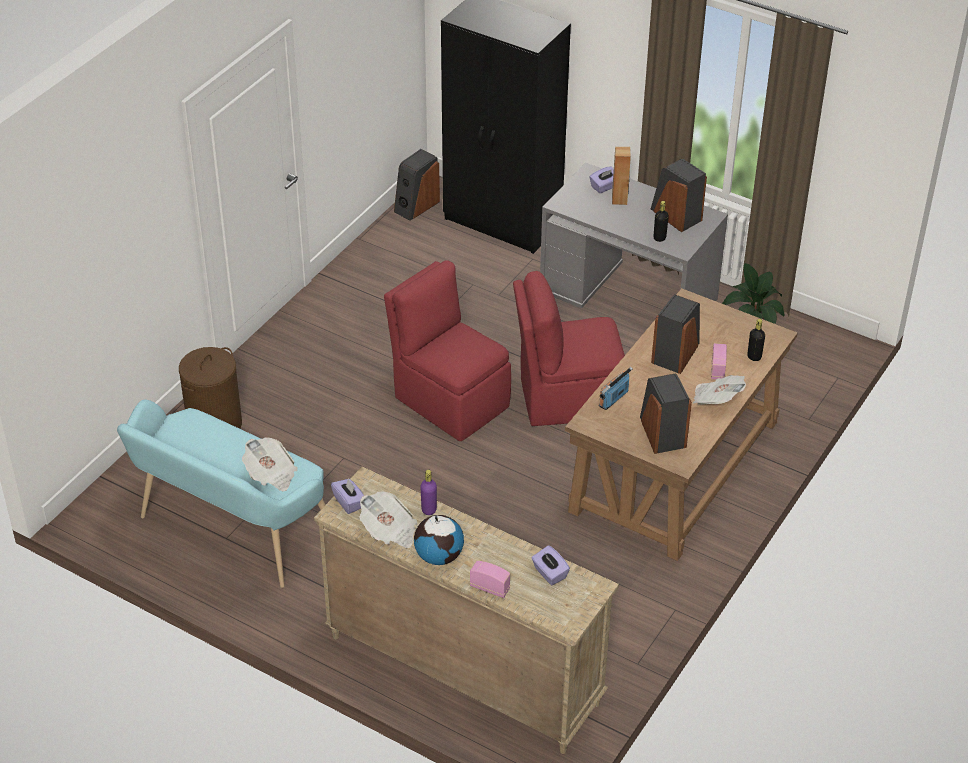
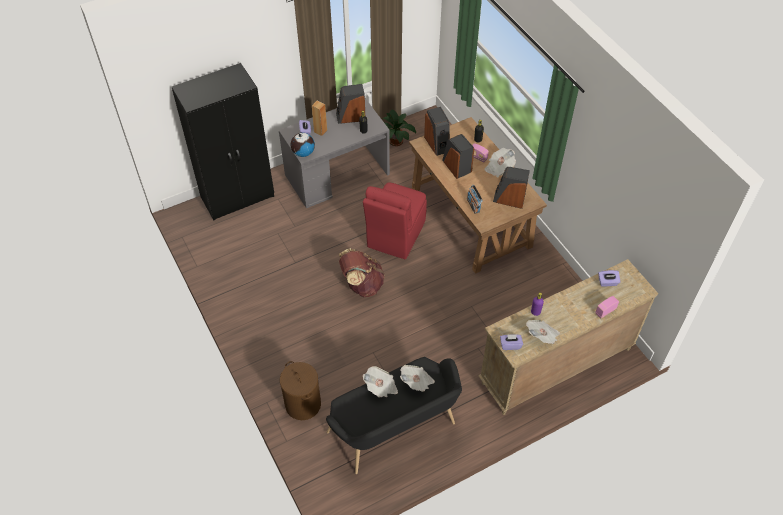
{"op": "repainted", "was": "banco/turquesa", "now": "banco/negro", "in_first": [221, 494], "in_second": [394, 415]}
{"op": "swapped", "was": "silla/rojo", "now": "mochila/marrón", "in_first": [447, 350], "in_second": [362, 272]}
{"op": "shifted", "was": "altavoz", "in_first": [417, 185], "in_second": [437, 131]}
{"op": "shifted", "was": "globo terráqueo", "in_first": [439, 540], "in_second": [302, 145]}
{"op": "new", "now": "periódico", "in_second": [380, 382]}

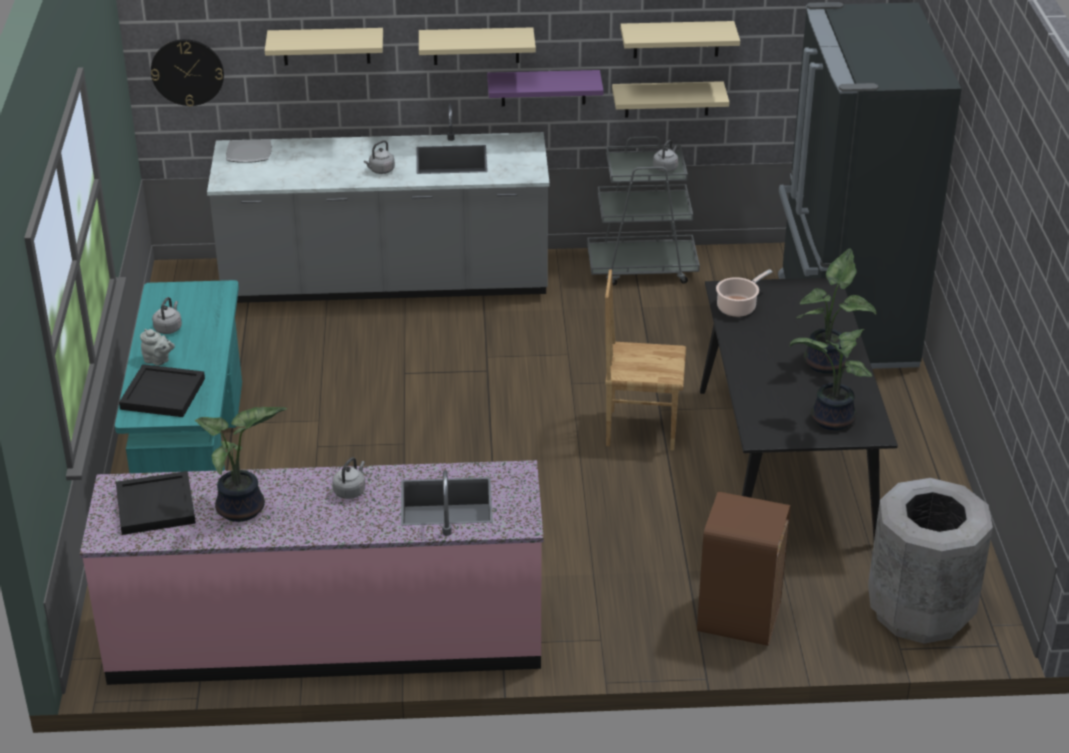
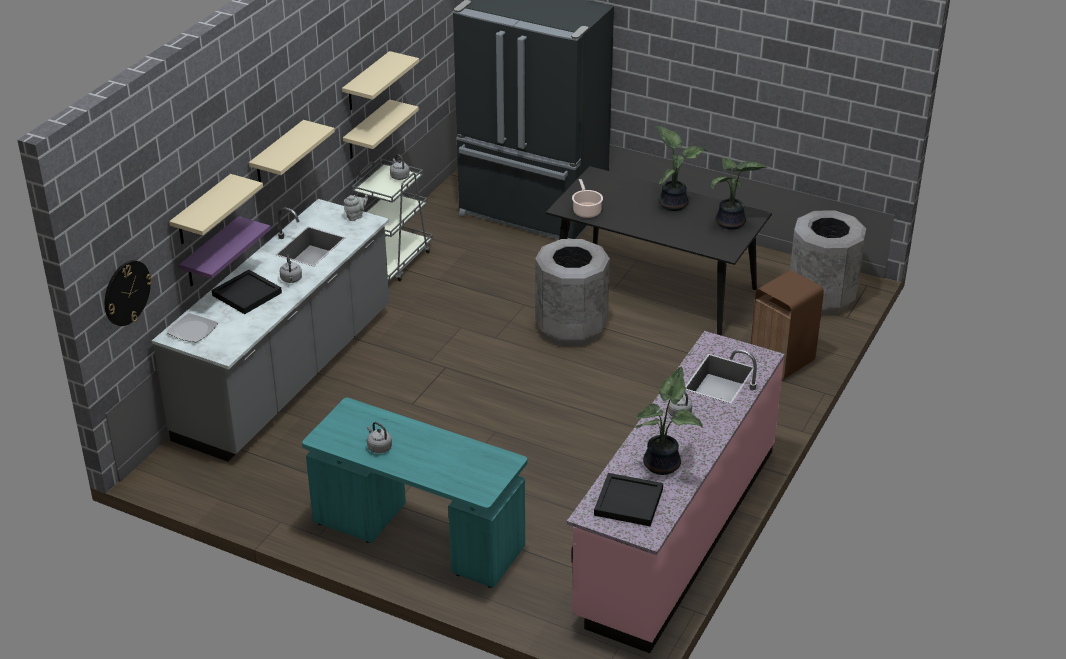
{"op": "shifted", "was": "bandeja/negro", "in_first": [162, 390], "in_second": [247, 292]}
{"op": "shifted", "was": "tetera/gris", "in_first": [157, 347], "in_second": [356, 208]}
{"op": "shifted", "was": "estante/morado", "in_first": [545, 88], "in_second": [225, 251]}
{"op": "swapped", "was": "silla/marrón", "now": "papelera/gris", "in_first": [645, 360], "in_second": [572, 292]}

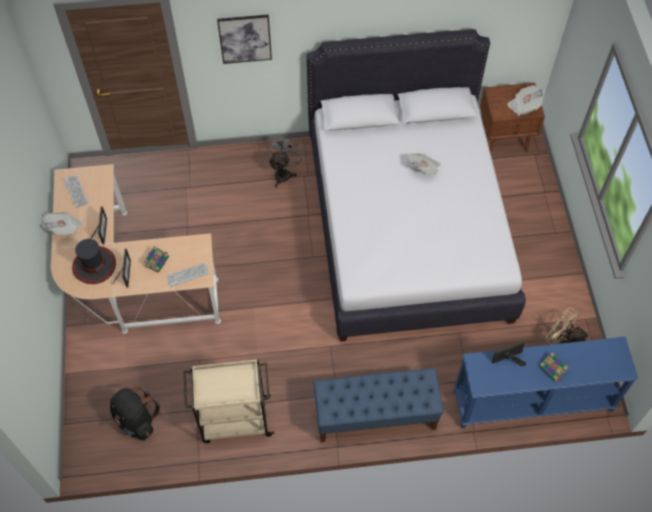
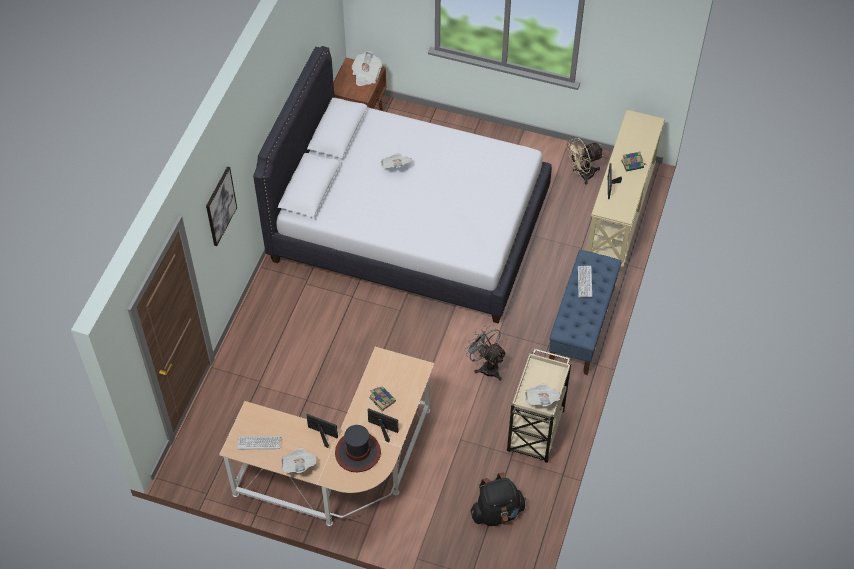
{"op": "shifted", "was": "teclado", "in_first": [188, 274], "in_second": [585, 281]}
{"op": "shifted", "was": "ventilador/gris", "in_first": [286, 161], "in_second": [485, 353]}
{"op": "repainted", "was": "mesa consola/azul", "now": "mesa consola/beis", "in_first": [546, 383], "in_second": [626, 191]}
{"op": "new", "now": "periódico", "in_second": [542, 394]}

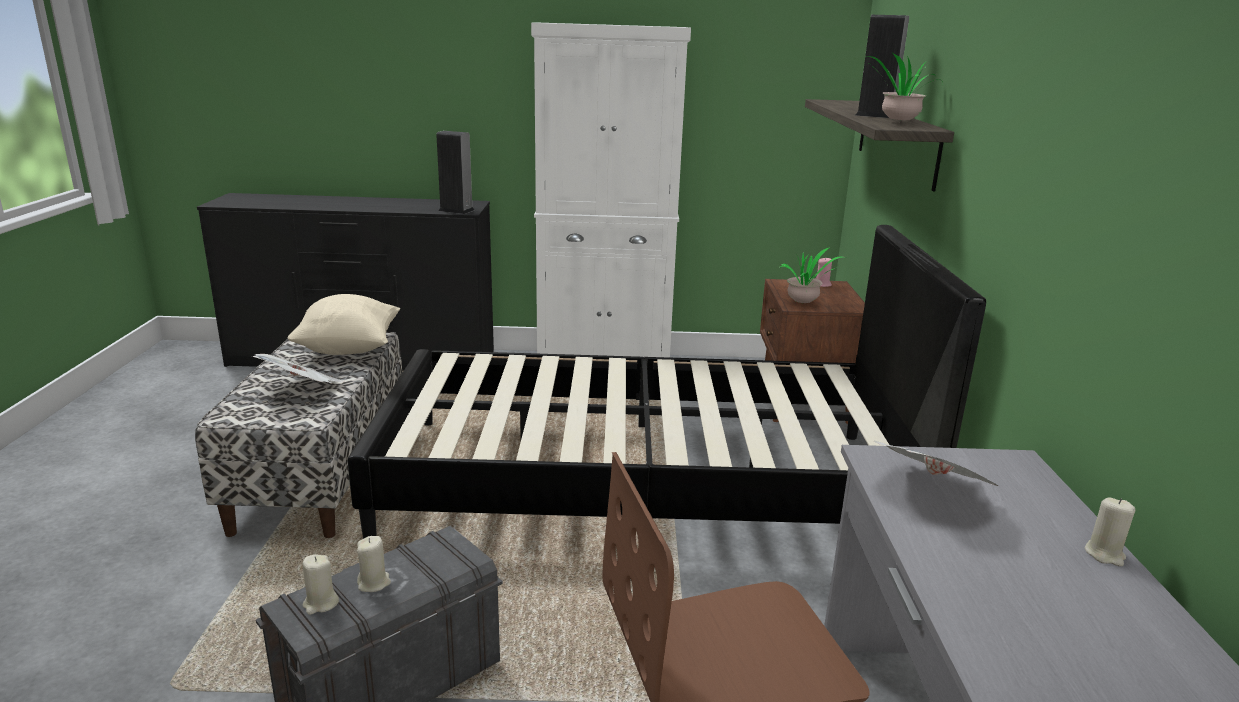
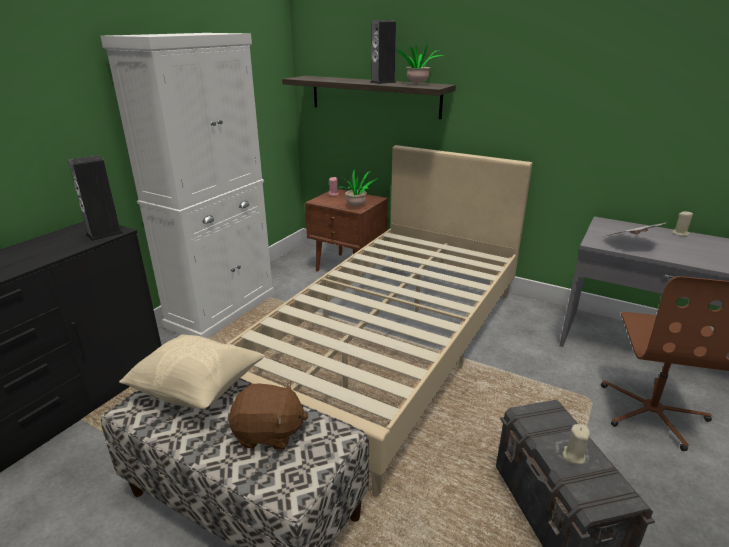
{"op": "swapped", "was": "periódico", "now": "peluche/marrón", "in_first": [299, 368], "in_second": [268, 415]}
{"op": "gone", "was": "vela/beis", "in_first": [321, 585]}
{"op": "repainted", "was": "cama/negro", "now": "cama/beis", "in_first": [666, 382], "in_second": [379, 321]}

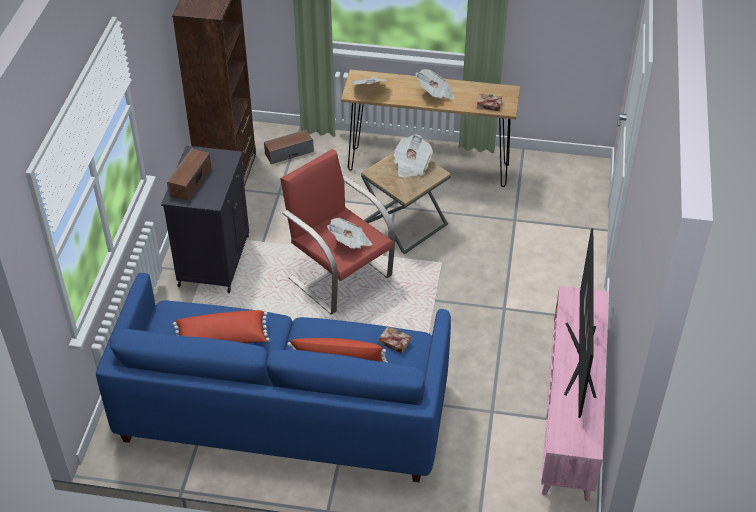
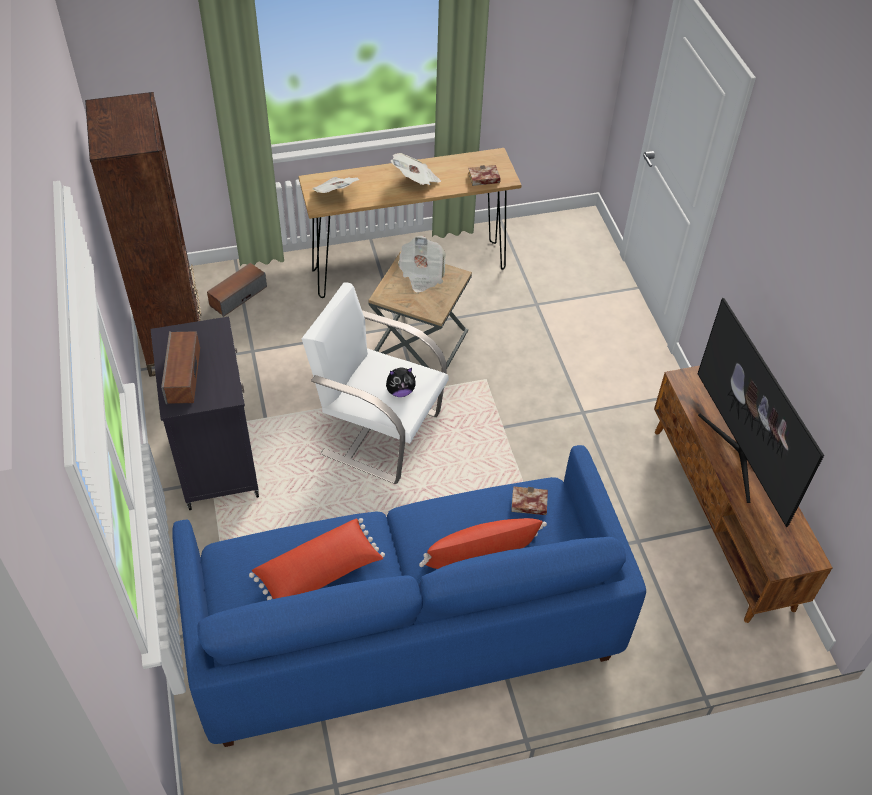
{"op": "repainted", "was": "sillón/rojo", "now": "sillón/blanco", "in_first": [337, 232], "in_second": [375, 383]}
{"op": "swapped", "was": "periódico", "now": "peluche", "in_first": [349, 233], "in_second": [401, 382]}
{"op": "repainted", "was": "mueble de televisión/rosa", "now": "mueble de televisión/marrón", "in_first": [575, 393], "in_second": [743, 494]}

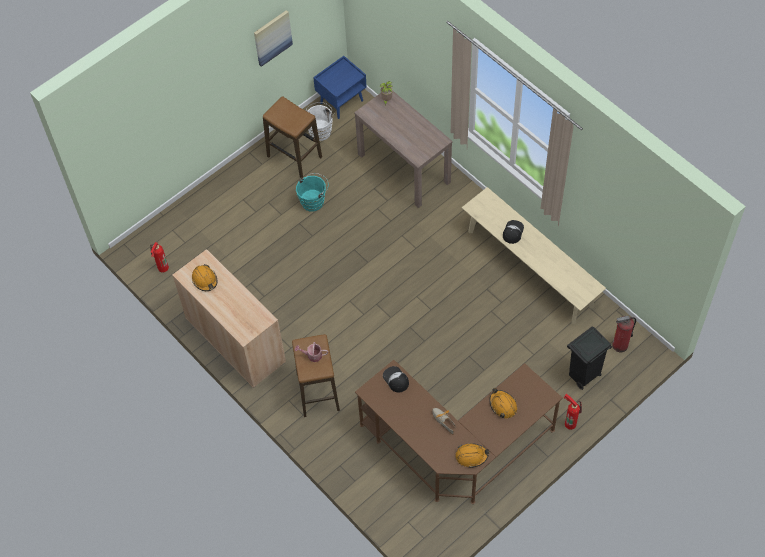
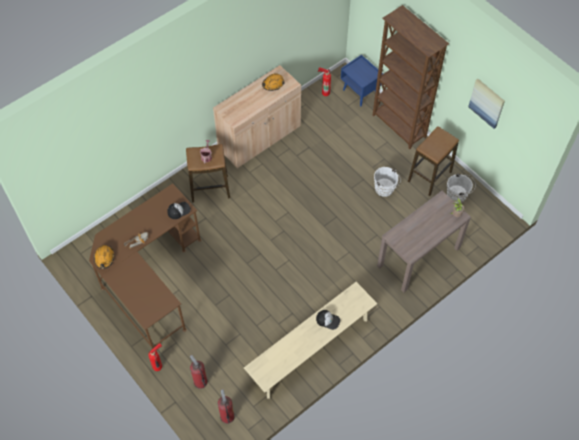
{"op": "repainted", "was": "cubo/turquesa", "now": "cubo/blanco", "in_first": [312, 192], "in_second": [387, 182]}
{"op": "shifted", "was": "mesita de noche/azul", "in_first": [340, 87], "in_second": [362, 80]}
{"op": "gone", "was": "casco/naranja", "in_first": [503, 403]}
{"op": "swapped", "was": "papelera/negro", "now": "extintor", "in_first": [589, 358], "in_second": [198, 372]}
{"op": "new", "now": "estantería/marrón", "in_second": [411, 77]}

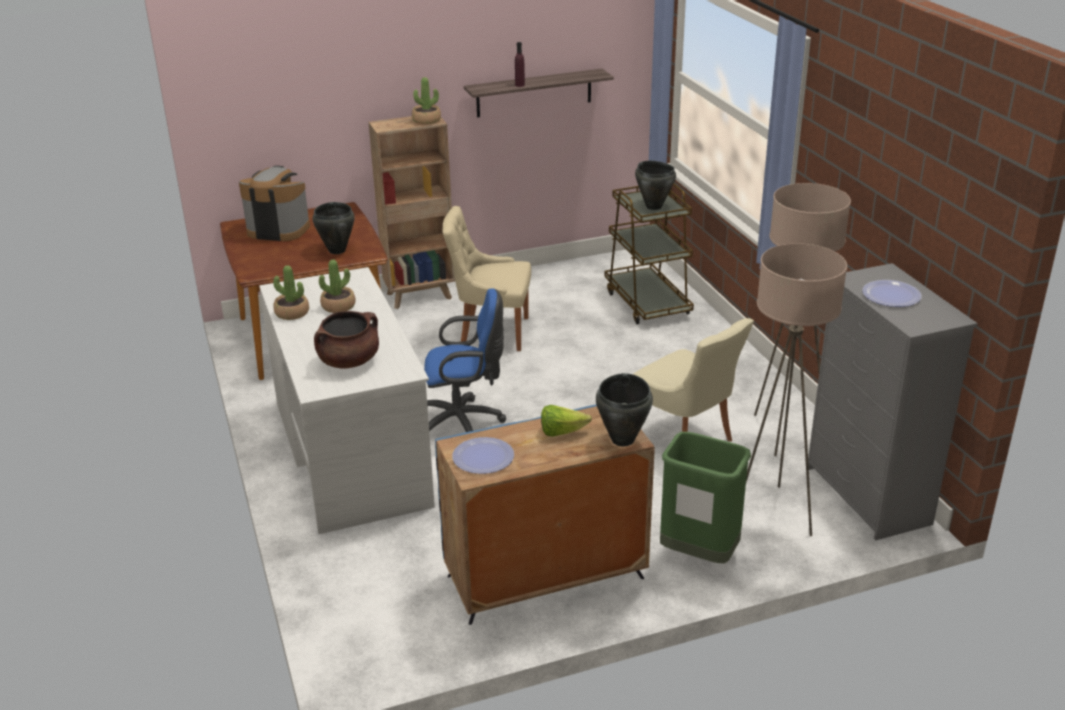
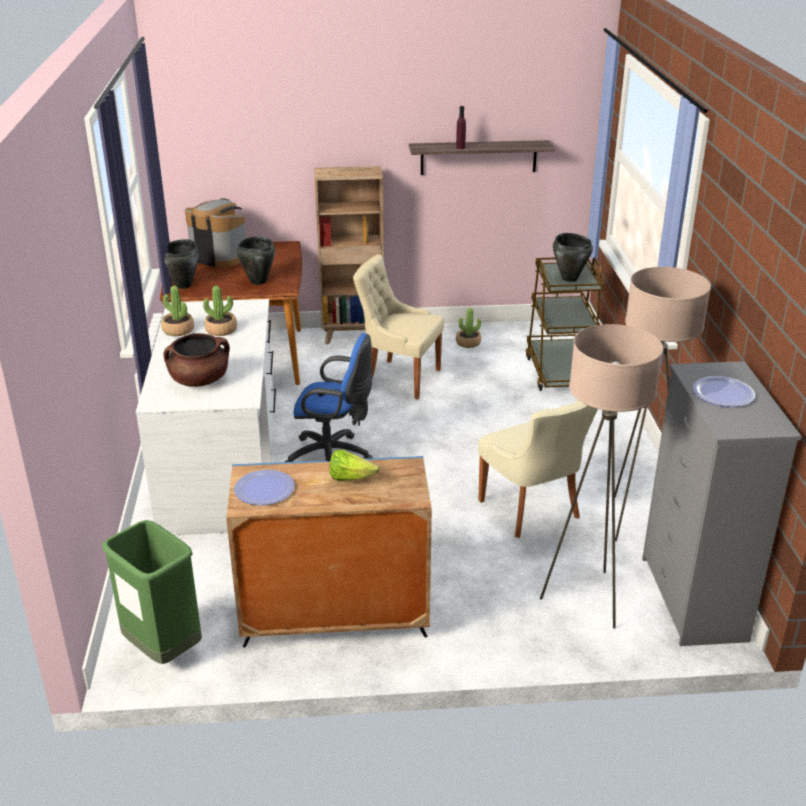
{"op": "shifted", "was": "planta en maceta", "in_first": [426, 101], "in_second": [468, 328]}
{"op": "shifted", "was": "olla/negro", "in_first": [624, 410], "in_second": [182, 264]}
{"op": "shifted", "was": "papelera/verde", "in_first": [705, 497], "in_second": [152, 592]}

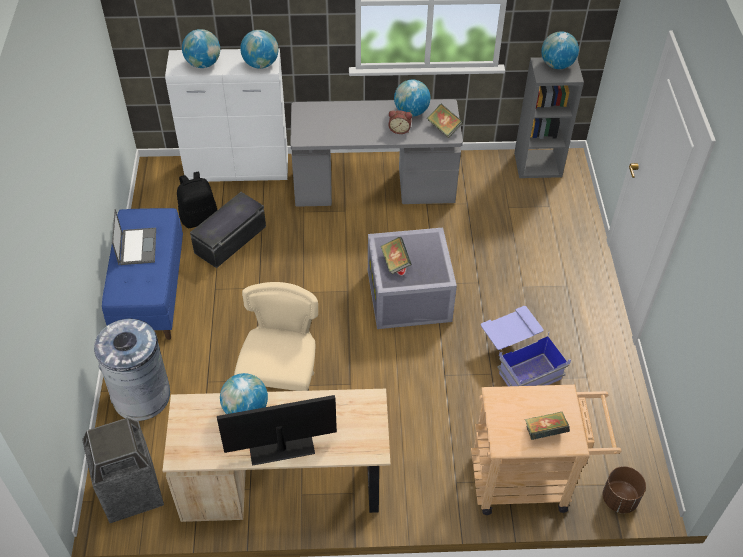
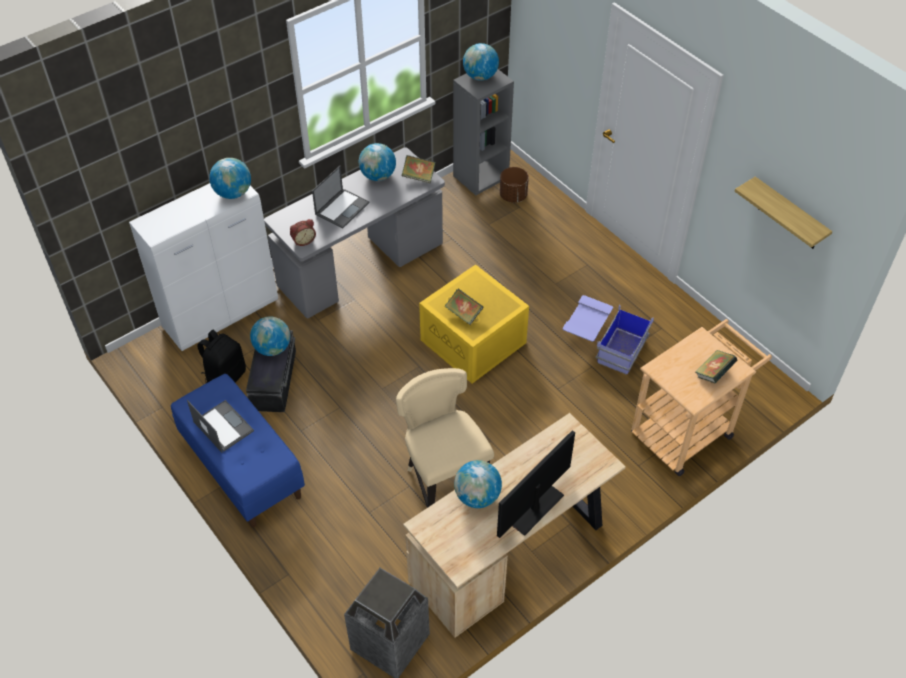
{"op": "gone", "was": "papelera/gris", "in_first": [132, 369]}
{"op": "shifted", "was": "globo terráqueo", "in_first": [201, 48], "in_second": [270, 336]}
{"op": "repainted", "was": "caja de almacenaje/gris", "now": "caja de almacenaje/amarillo", "in_first": [412, 278], "in_second": [474, 324]}
{"op": "shifted", "was": "despertador", "in_first": [400, 122], "in_second": [303, 232]}
{"op": "shifted", "was": "maceta/marrón", "in_first": [624, 489], "in_second": [514, 185]}
{"op": "new", "now": "portátil", "in_second": [341, 197]}
{"op": "new", "now": "estante", "in_second": [783, 213]}

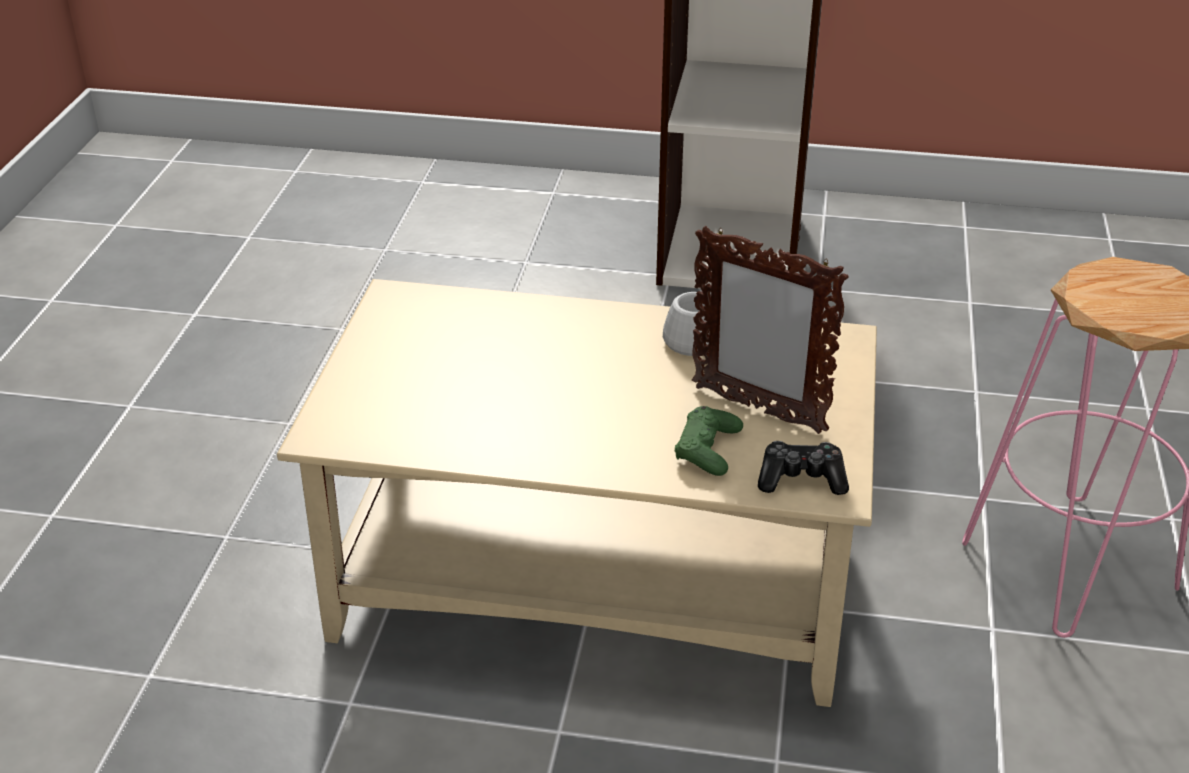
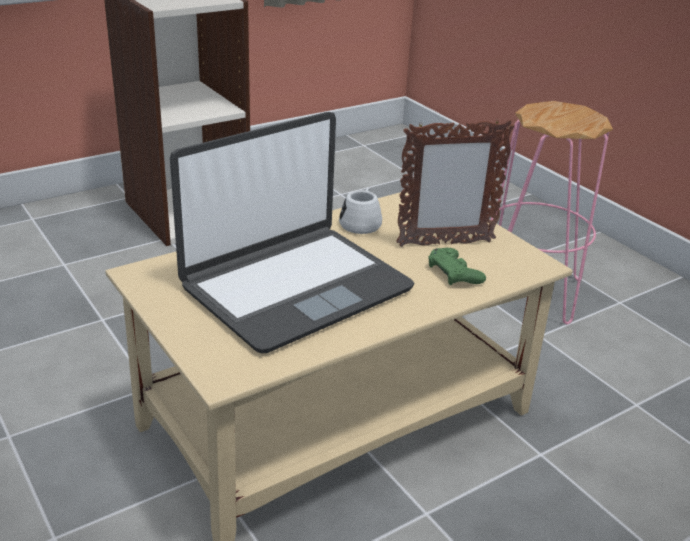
{"op": "gone", "was": "mando de consola", "in_first": [803, 468]}
{"op": "new", "now": "portátil", "in_second": [292, 232]}

